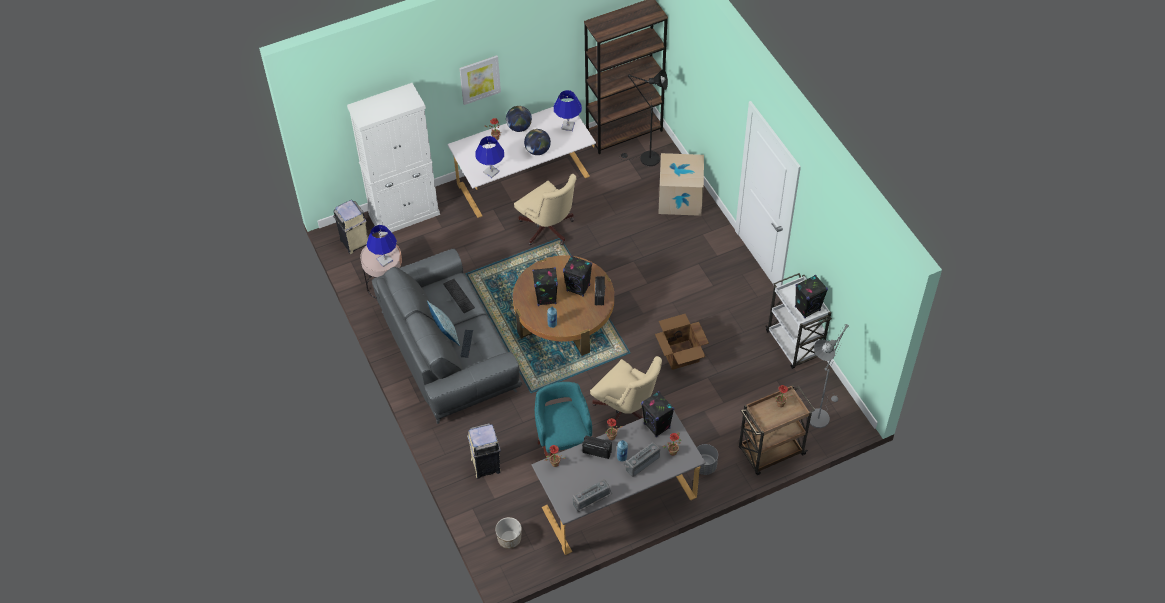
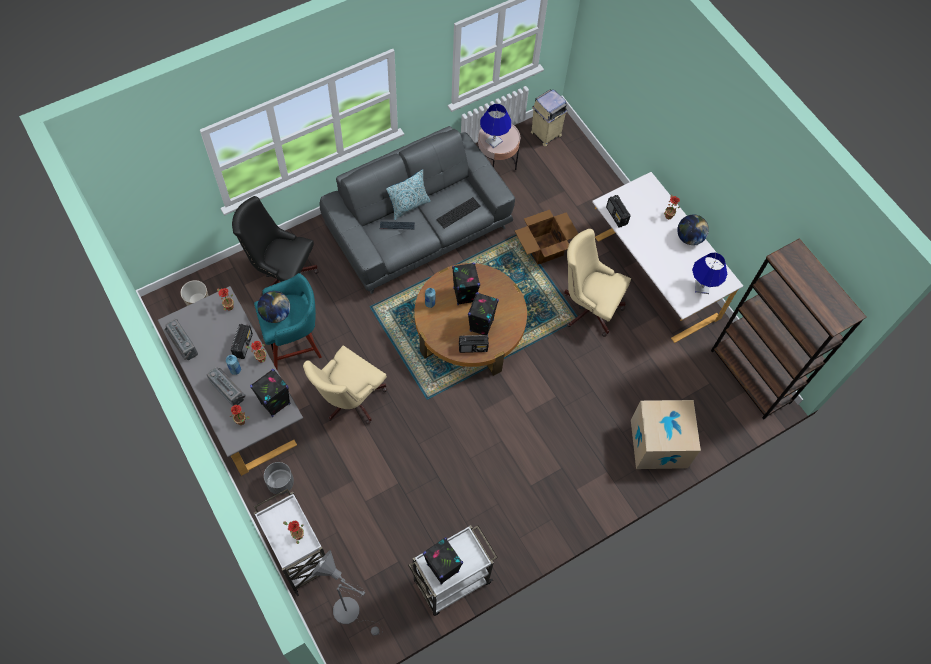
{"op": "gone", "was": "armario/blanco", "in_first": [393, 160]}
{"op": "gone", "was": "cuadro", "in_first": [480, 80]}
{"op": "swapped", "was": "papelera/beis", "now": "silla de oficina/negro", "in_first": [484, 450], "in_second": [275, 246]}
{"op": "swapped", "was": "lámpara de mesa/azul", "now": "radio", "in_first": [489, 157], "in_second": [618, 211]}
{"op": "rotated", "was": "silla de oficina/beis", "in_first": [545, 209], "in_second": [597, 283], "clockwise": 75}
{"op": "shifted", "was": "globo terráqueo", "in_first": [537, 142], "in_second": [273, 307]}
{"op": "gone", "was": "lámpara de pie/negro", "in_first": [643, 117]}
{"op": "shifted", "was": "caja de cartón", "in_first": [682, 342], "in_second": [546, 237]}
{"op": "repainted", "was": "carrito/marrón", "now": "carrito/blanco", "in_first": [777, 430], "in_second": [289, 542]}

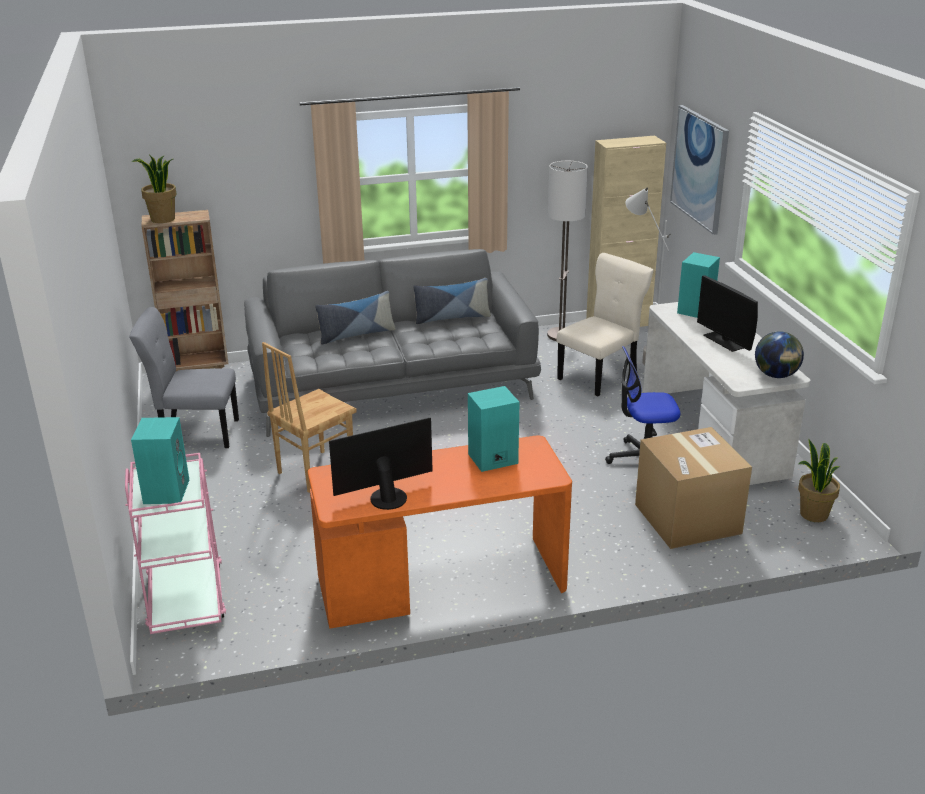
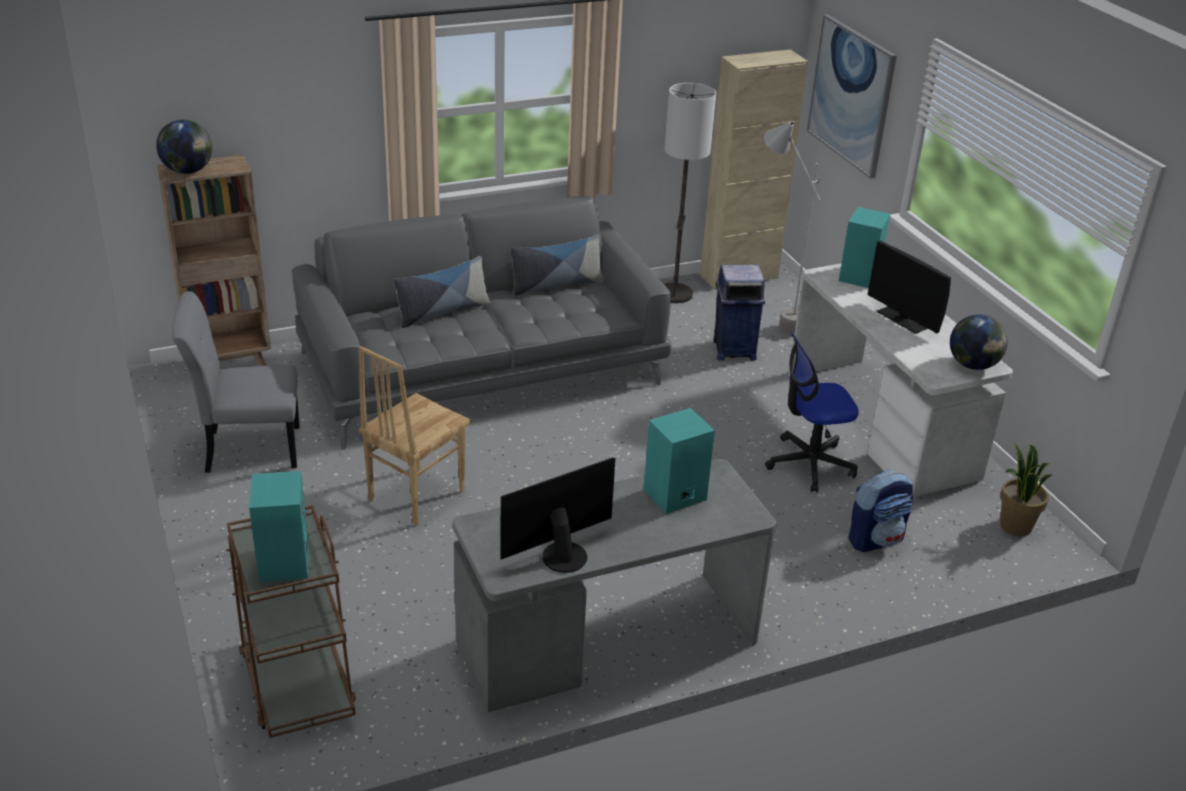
{"op": "repainted", "was": "carrito/rosa", "now": "carrito/marrón", "in_first": [175, 543], "in_second": [291, 621]}
{"op": "swapped", "was": "planta en maceta", "now": "globo terráqueo", "in_first": [154, 189], "in_second": [184, 147]}
{"op": "repainted", "was": "escritorio/naranja", "now": "escritorio/gris", "in_first": [440, 532], "in_second": [614, 585]}
{"op": "swapped", "was": "silla/beis", "now": "papelera/azul", "in_first": [605, 325], "in_second": [739, 313]}
{"op": "swapped", "was": "caja de cartón", "now": "mochila", "in_first": [693, 488], "in_second": [880, 511]}

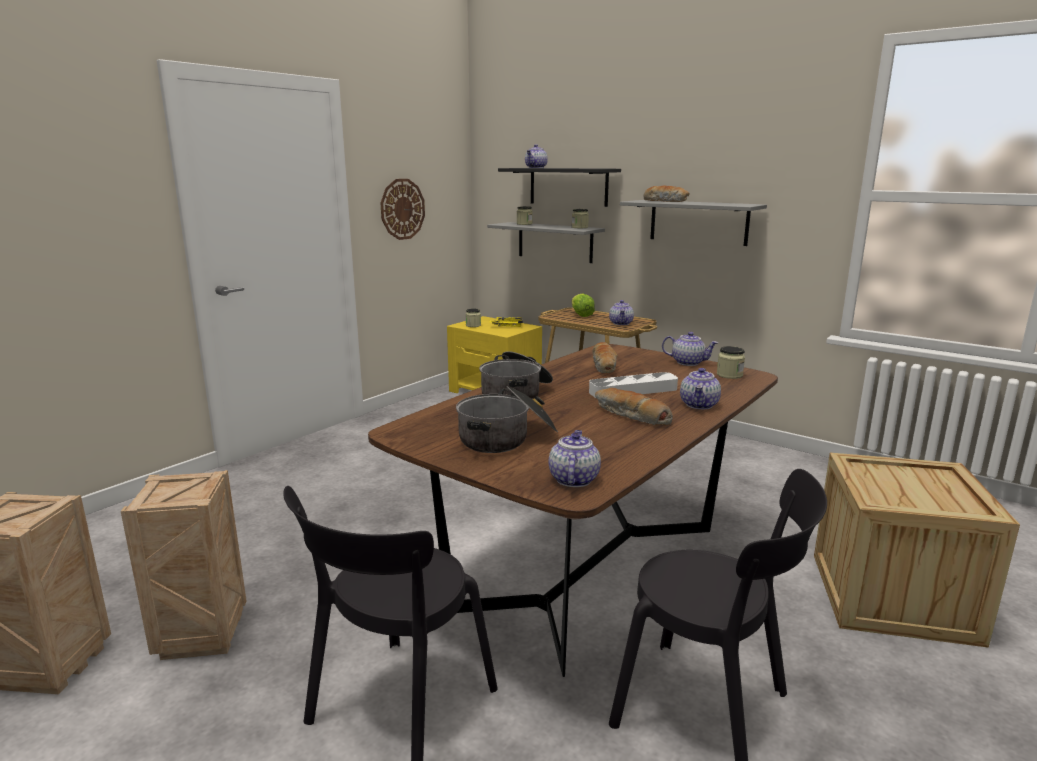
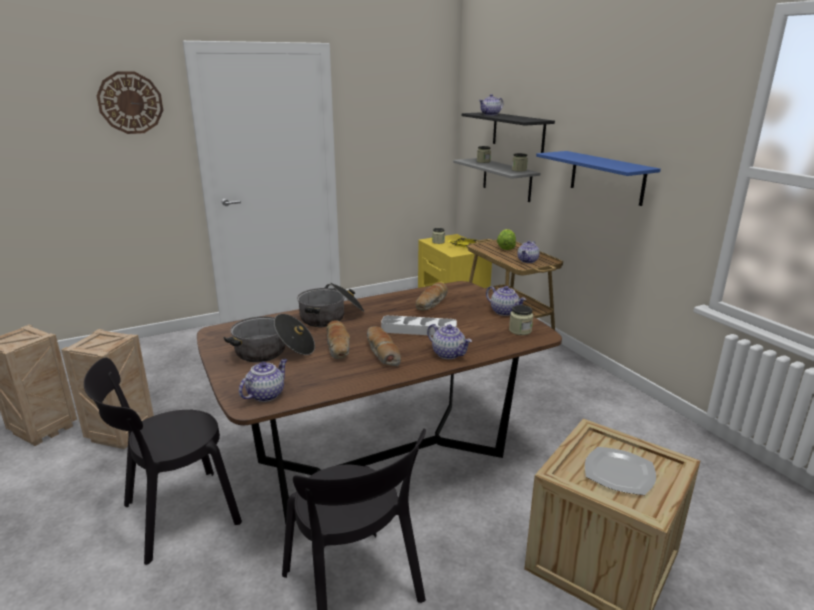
{"op": "shifted", "was": "reloj de pared", "in_first": [402, 209], "in_second": [129, 102]}
{"op": "repainted", "was": "estante/gris", "now": "estante/azul", "in_first": [693, 223], "in_second": [598, 178]}
{"op": "shifted", "was": "pan", "in_first": [666, 193], "in_second": [338, 339]}
{"op": "rotated", "was": "tetera", "in_first": [700, 388], "in_second": [449, 341], "clockwise": -90}
{"op": "new", "now": "plato", "in_second": [620, 471]}

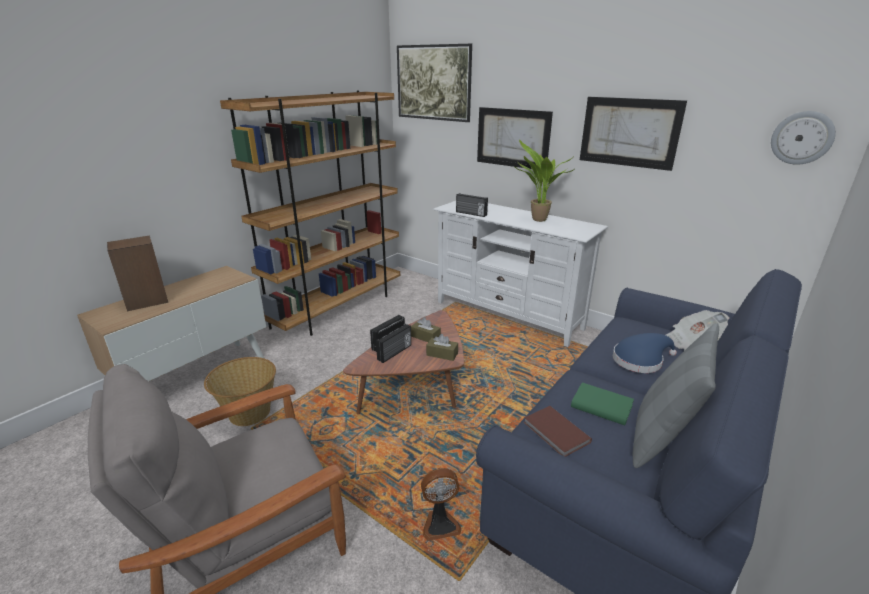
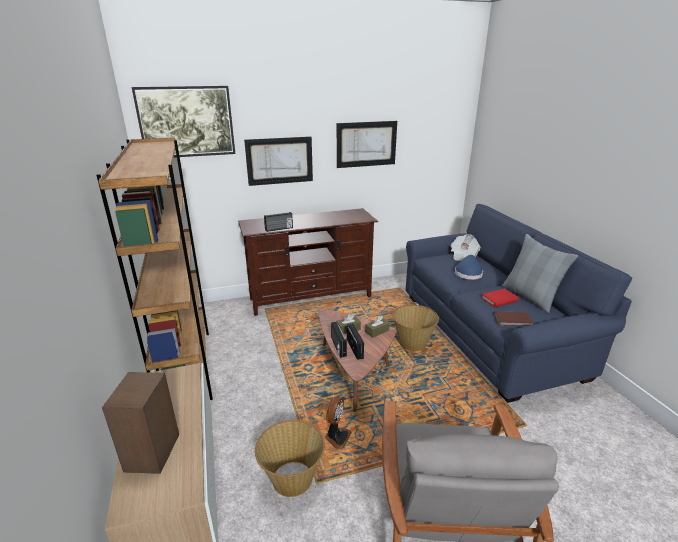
{"op": "shifted", "was": "ventilador", "in_first": [441, 504], "in_second": [338, 423]}
{"op": "repainted", "was": "mueble de televisión/blanco", "now": "mueble de televisión/marrón", "in_first": [520, 274], "in_second": [308, 262]}
{"op": "gone", "was": "planta en maceta", "in_first": [544, 180]}
{"op": "repainted", "was": "libro/verde", "now": "libro/rojo", "in_first": [602, 404], "in_second": [500, 298]}
{"op": "gone", "was": "reloj de pared", "in_first": [803, 138]}
{"op": "new", "now": "cesta", "in_second": [415, 328]}

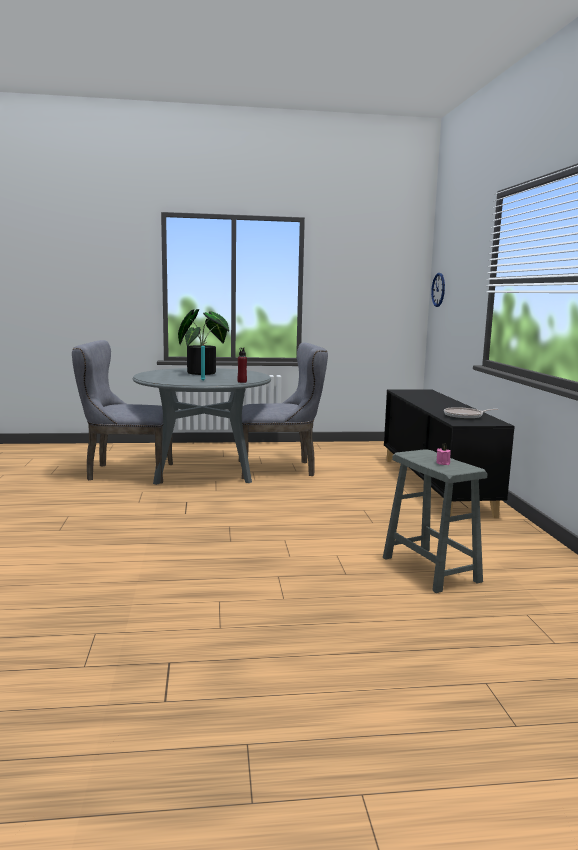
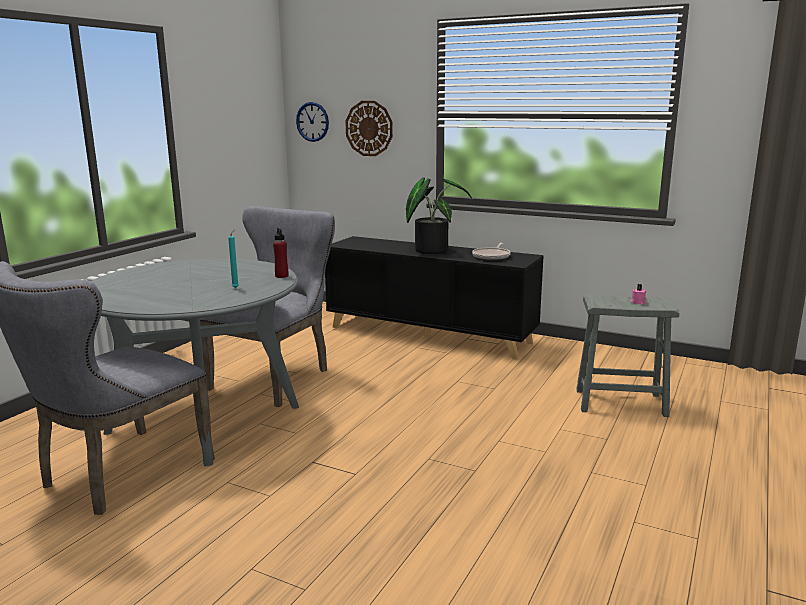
{"op": "shifted", "was": "planta en maceta", "in_first": [203, 342], "in_second": [439, 215]}
{"op": "new", "now": "reloj de pared", "in_second": [369, 128]}

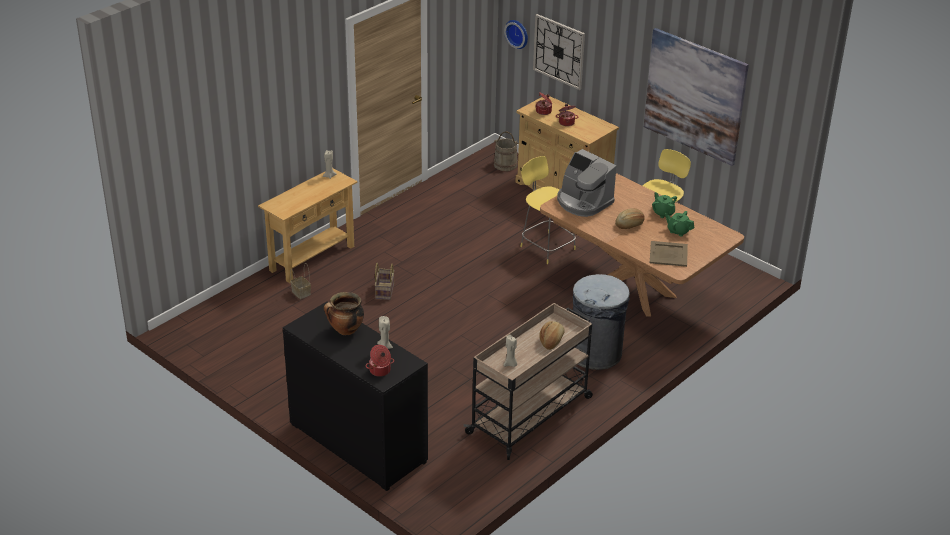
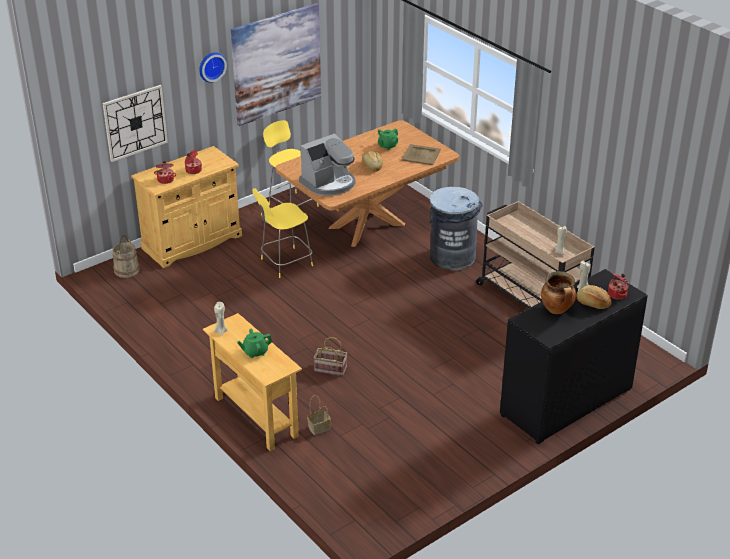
{"op": "shifted", "was": "reloj de pared", "in_first": [516, 34], "in_second": [213, 67]}
{"op": "shifted", "was": "pan", "in_first": [552, 335], "in_second": [593, 297]}
{"op": "shifted", "was": "tetera/verde", "in_first": [664, 205], "in_second": [255, 343]}

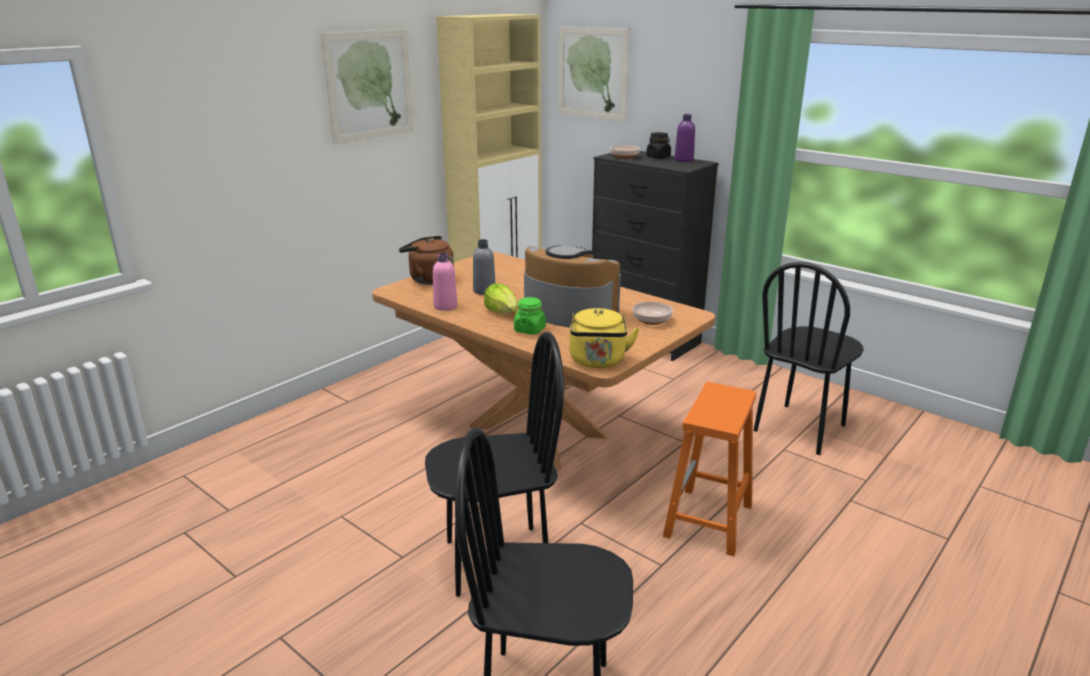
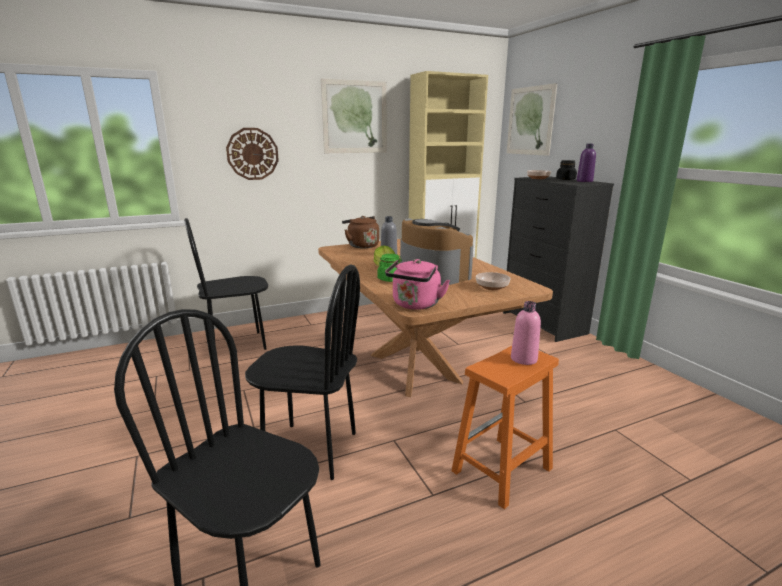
{"op": "shifted", "was": "botella/rosa", "in_first": [445, 281], "in_second": [526, 333]}
{"op": "repainted", "was": "hervidor/amarillo", "now": "hervidor/rosa", "in_first": [604, 338], "in_second": [417, 284]}
{"op": "shifted", "was": "silla/negro", "in_first": [809, 358], "in_second": [226, 284]}
{"op": "new", "now": "reloj de pared", "in_second": [252, 154]}

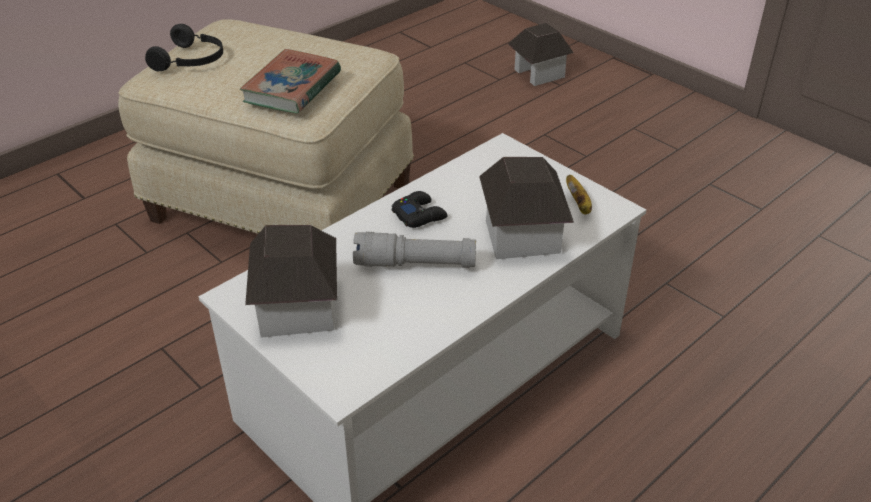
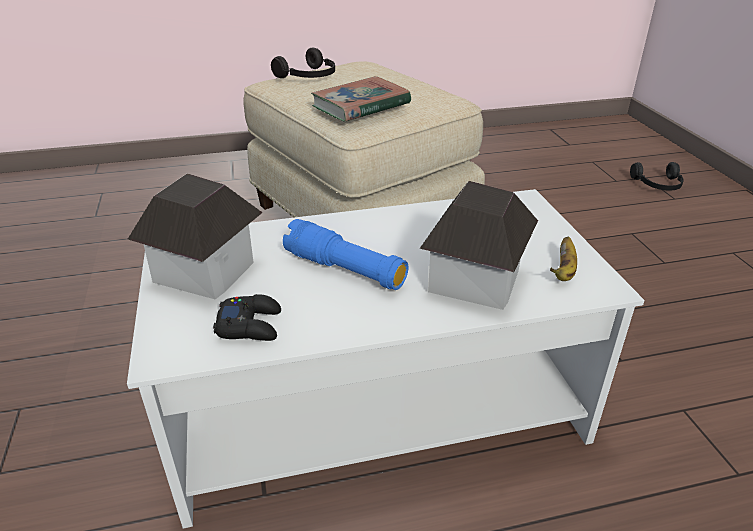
{"op": "repainted", "was": "linterna/gris", "now": "linterna/azul", "in_first": [414, 250], "in_second": [345, 254]}
{"op": "shifted", "was": "mando de consola/negro", "in_first": [419, 209], "in_second": [247, 317]}
{"op": "swapped", "was": "casita", "now": "auriculares/negro", "in_first": [541, 54], "in_second": [657, 176]}

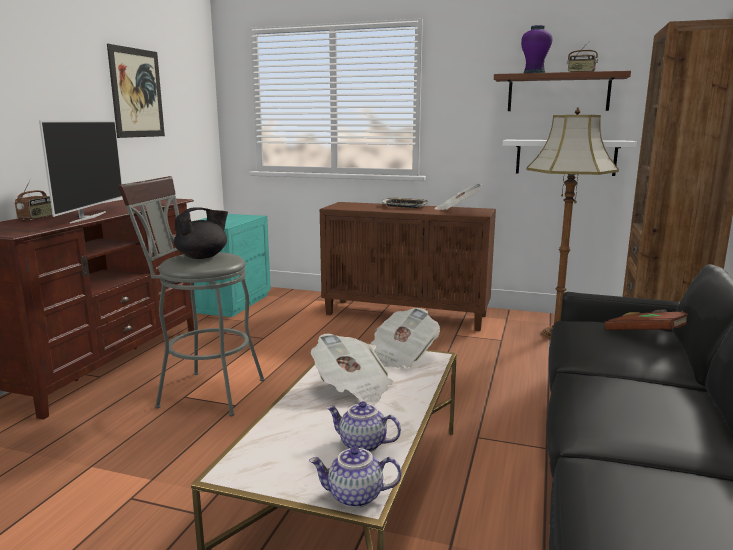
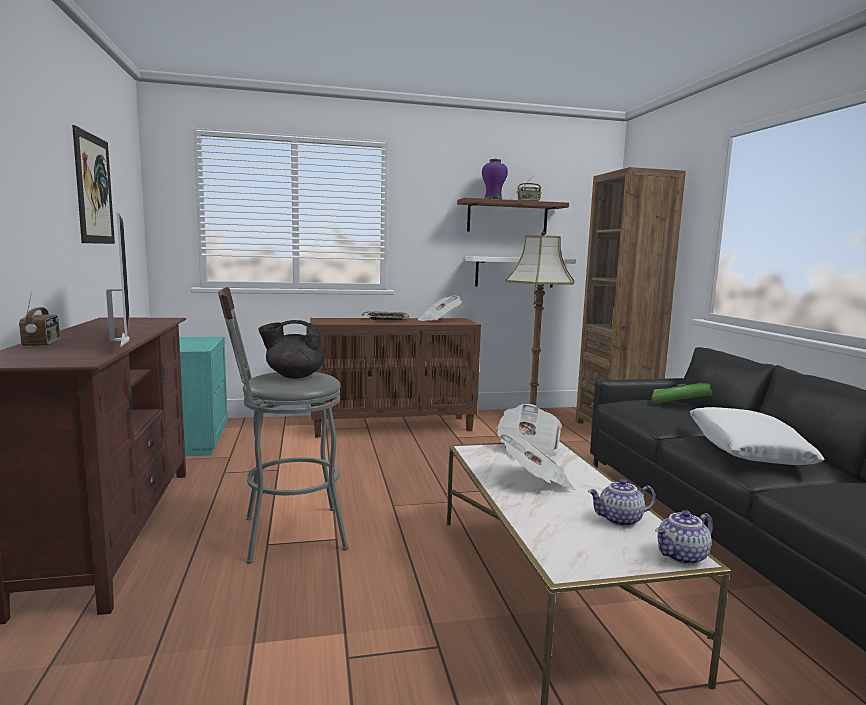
{"op": "rotated", "was": "tetera/negro", "in_first": [201, 233], "in_second": [291, 349], "clockwise": -120}
{"op": "repainted", "was": "libro/marrón", "now": "libro/verde", "in_first": [646, 320], "in_second": [681, 393]}
{"op": "new", "now": "cojín/blanco", "in_second": [757, 436]}

